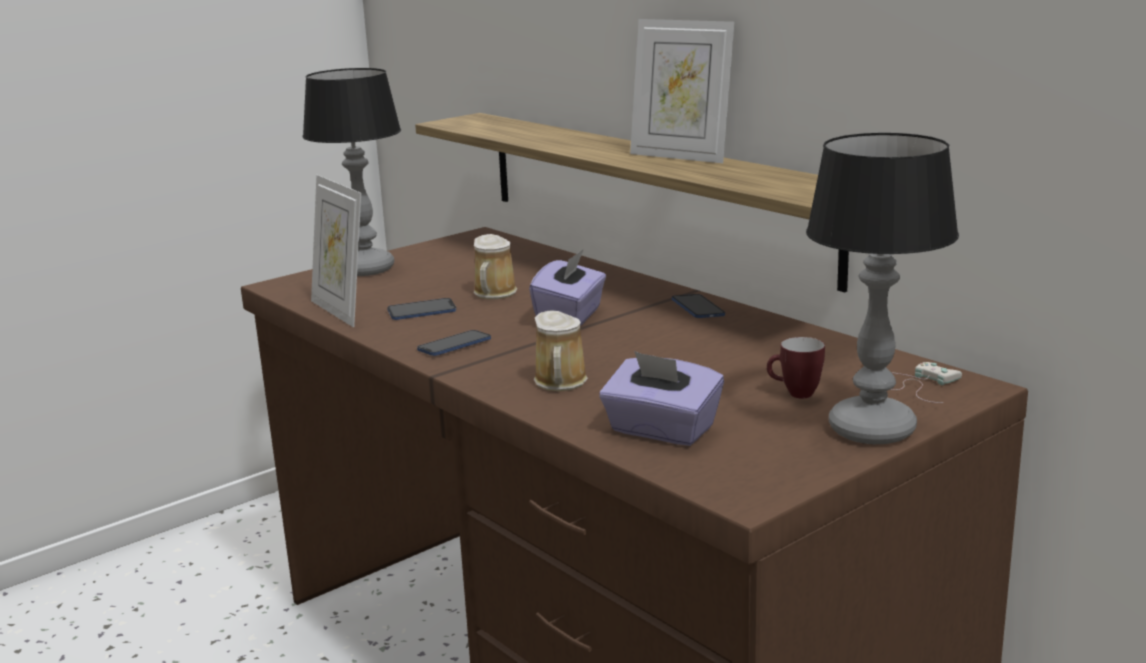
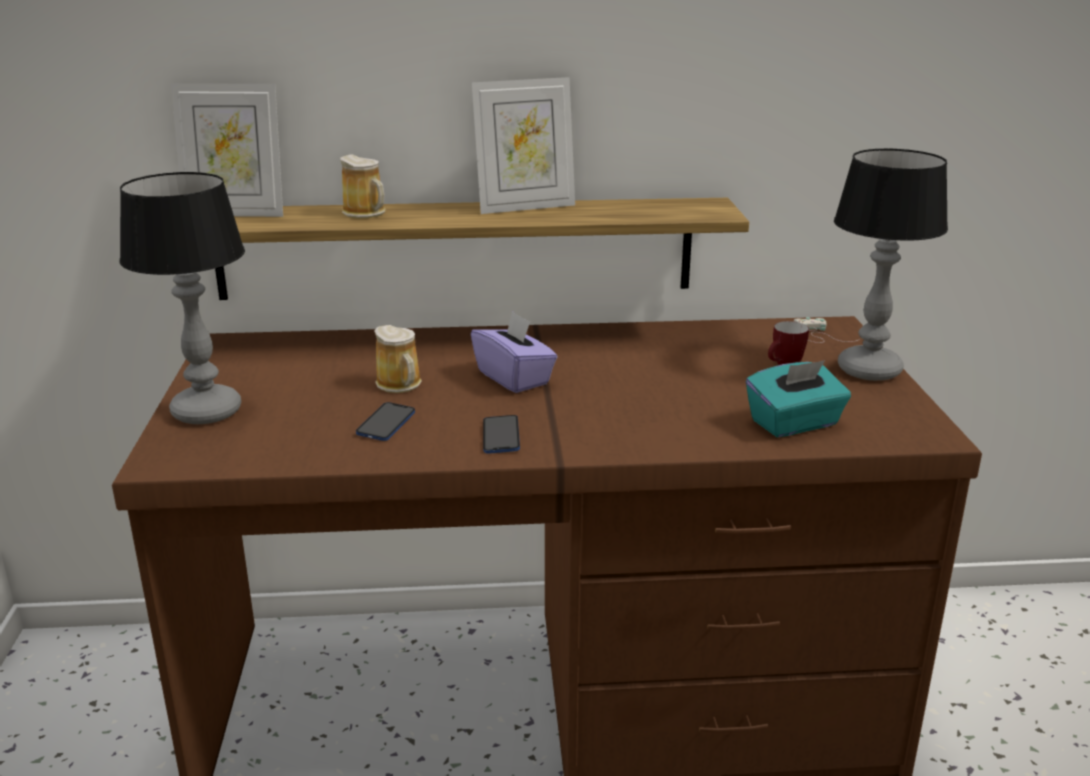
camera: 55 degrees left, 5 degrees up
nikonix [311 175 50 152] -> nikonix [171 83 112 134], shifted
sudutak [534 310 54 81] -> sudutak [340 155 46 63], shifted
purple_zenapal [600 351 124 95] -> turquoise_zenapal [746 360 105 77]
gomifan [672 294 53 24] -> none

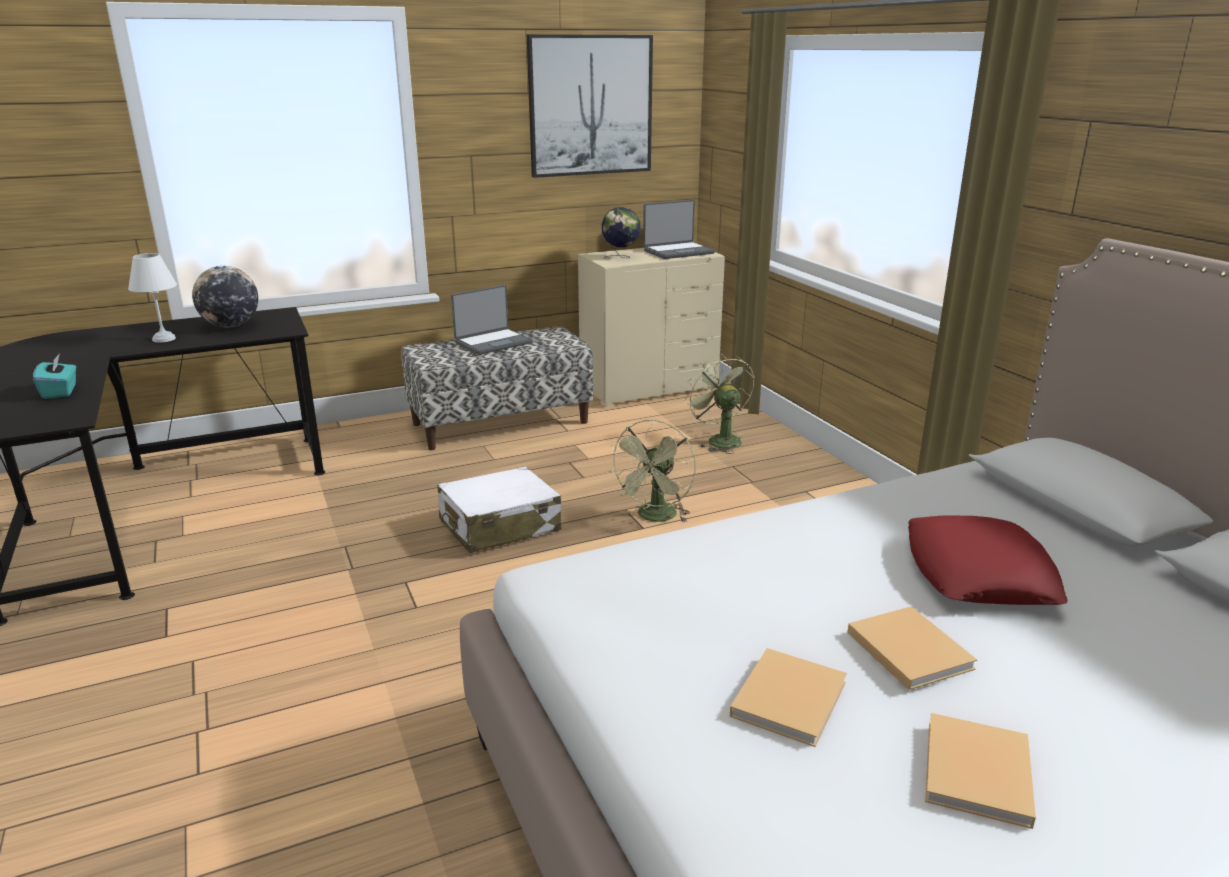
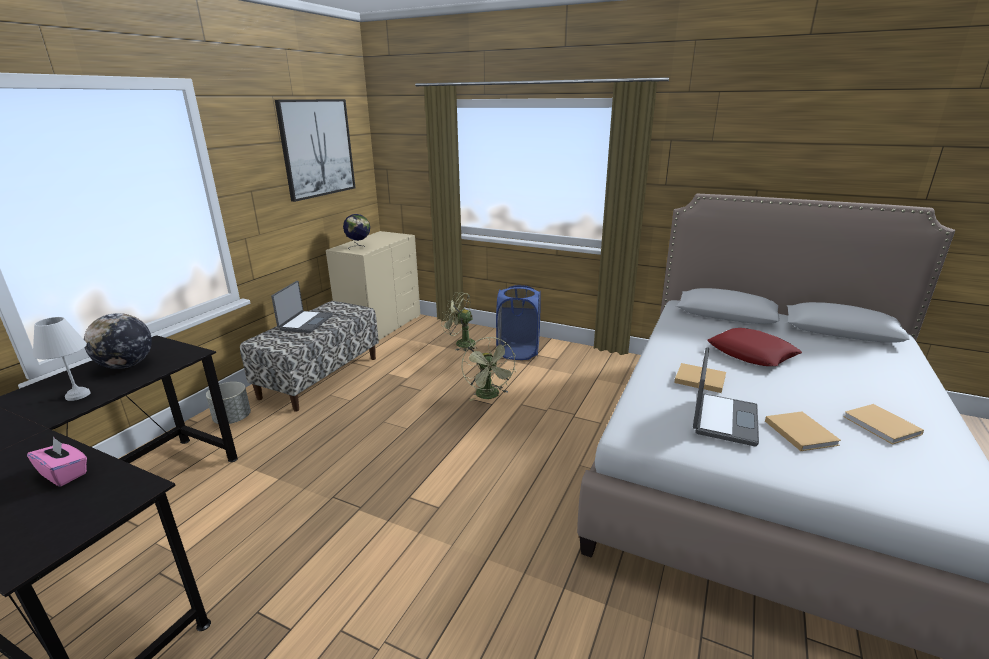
camera: 40 degrees left, 0 degrees up
turquoise_zenapal [33 353 43 46] -> pink_zenapal [27 436 60 50]
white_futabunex [437 466 124 87] -> none
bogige [643 200 72 59] -> bogige [693 348 66 98], shifted
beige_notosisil [847 606 130 84] -> beige_notosisil [674 363 52 30], shifted
none -> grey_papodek [206 382 45 42]
none -> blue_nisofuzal [496 285 45 75]

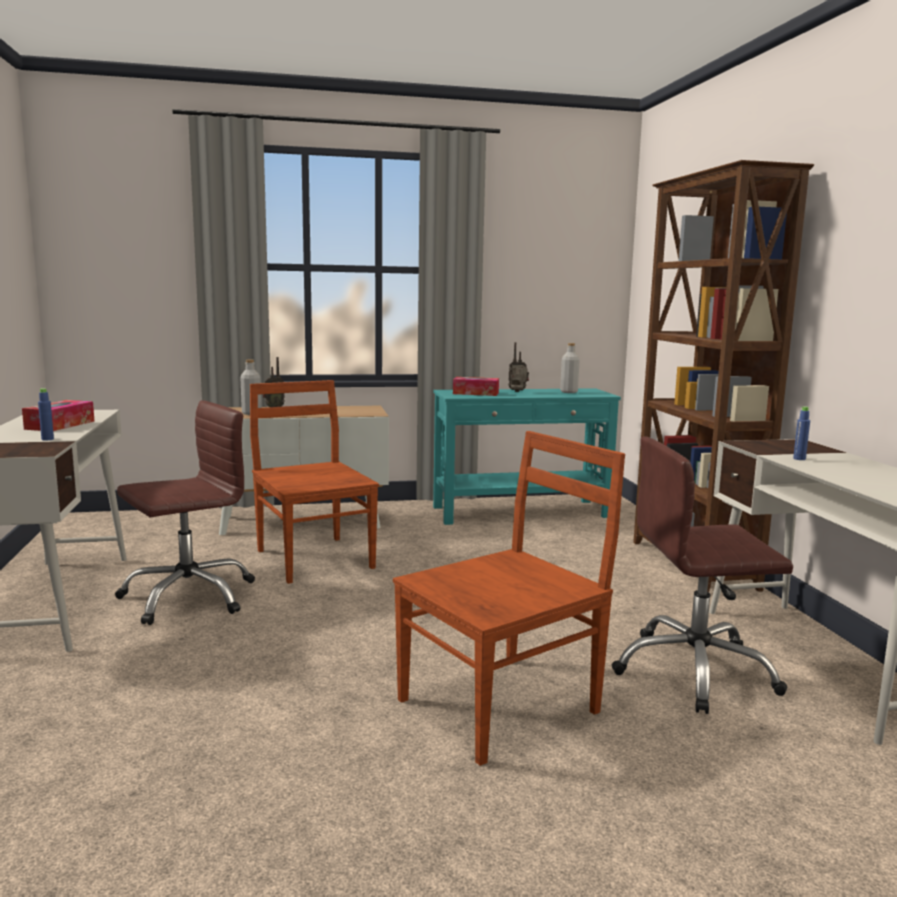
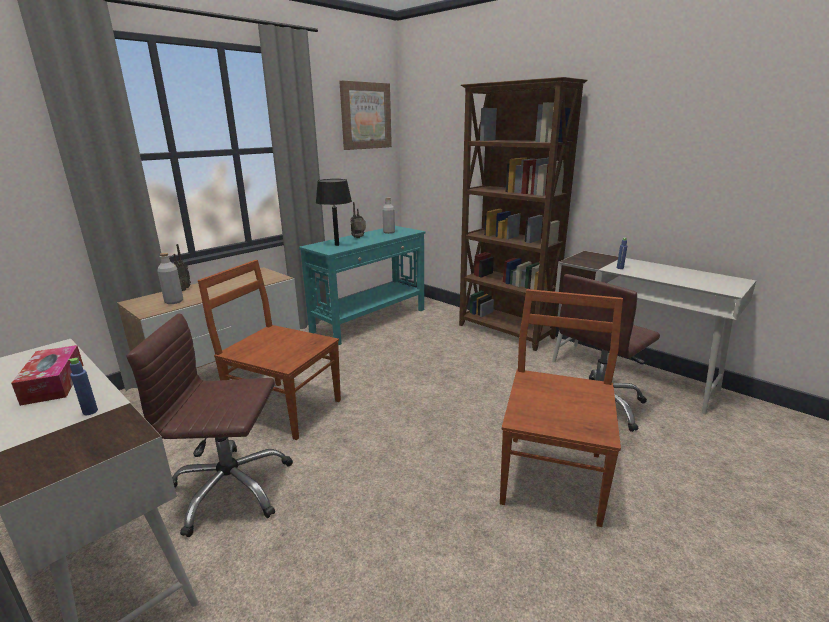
camera: 35 degrees left, 10 degrees up
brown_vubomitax [115 400 140 225] -> brown_vubomitax [127 314 166 223], 105 degrees counterclockwise
zenapal [453 377 46 19] -> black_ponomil [316 179 36 67]
none -> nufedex [339 80 53 70]

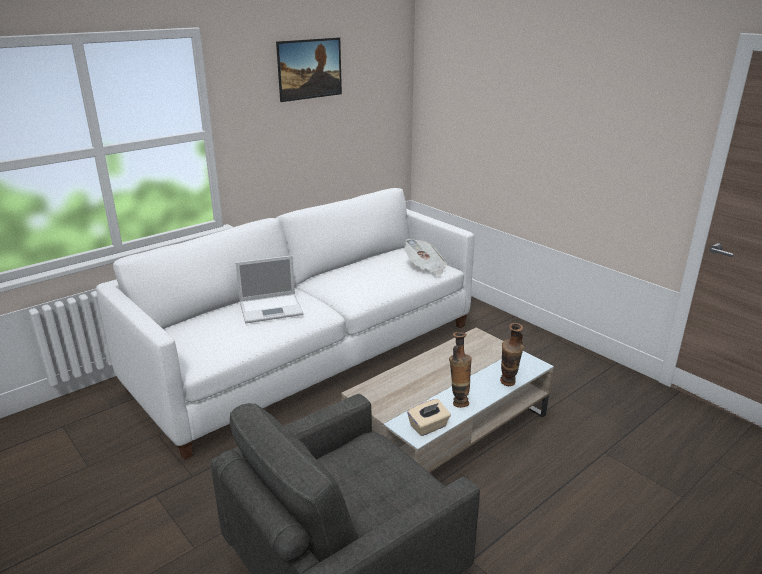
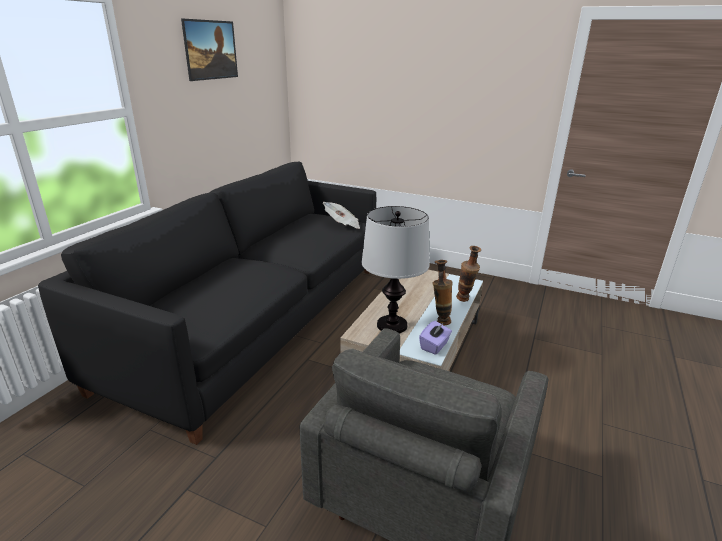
camera: 25 degrees left, 0 degrees up
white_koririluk [96 188 378 272] -> black_koririluk [38 161 338 284]
bogige [236 255 67 68] -> none
beige_zenapal [407 399 44 37] -> purple_zenapal [419 321 33 34]
none -> ponomil [361 206 69 127]

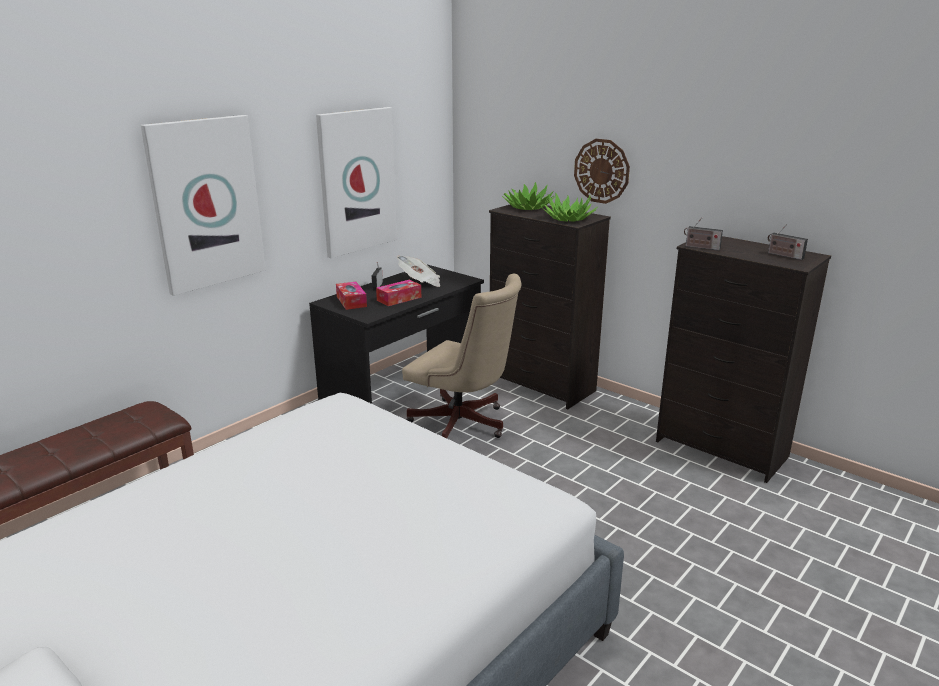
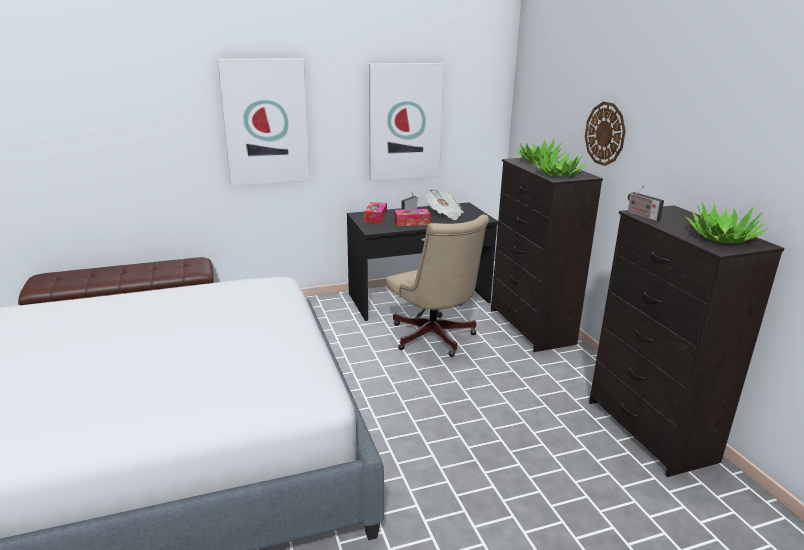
camera: 30 degrees right, 0 degrees up
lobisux [768 224 40 36] -> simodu [685 201 84 43]

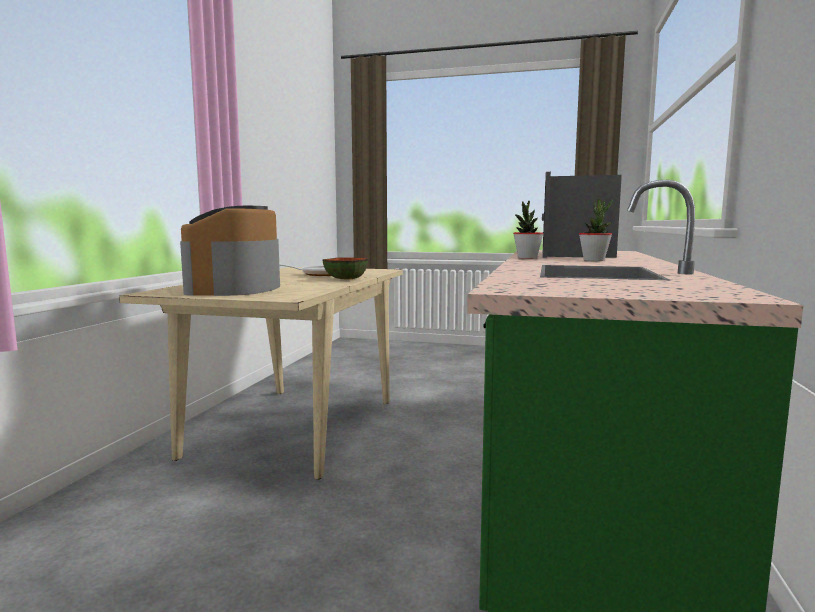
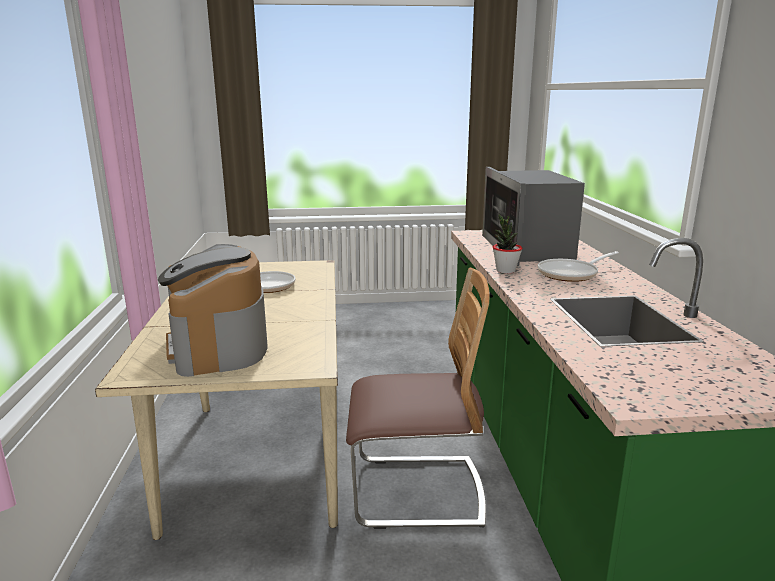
camera: 20 degrees left, 10 degrees up
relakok [323 257 45 22] -> none
simodu [579 199 34 62] -> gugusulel [538 251 81 31]
none -> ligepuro [346 268 144 261]

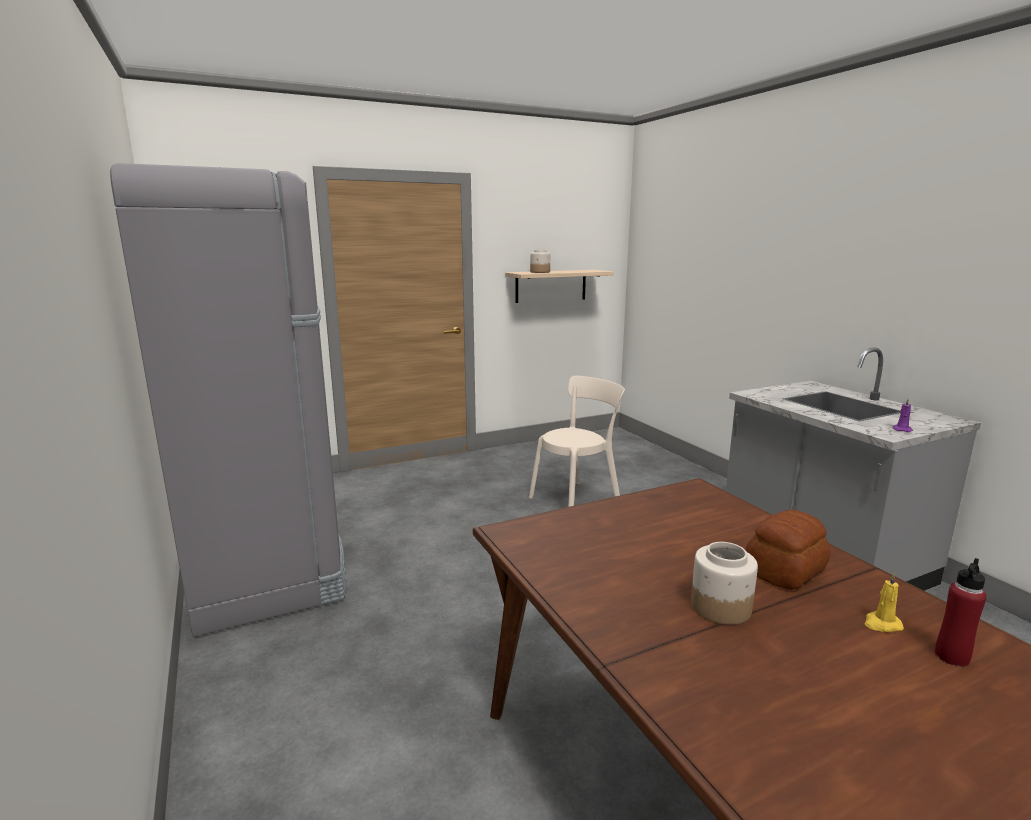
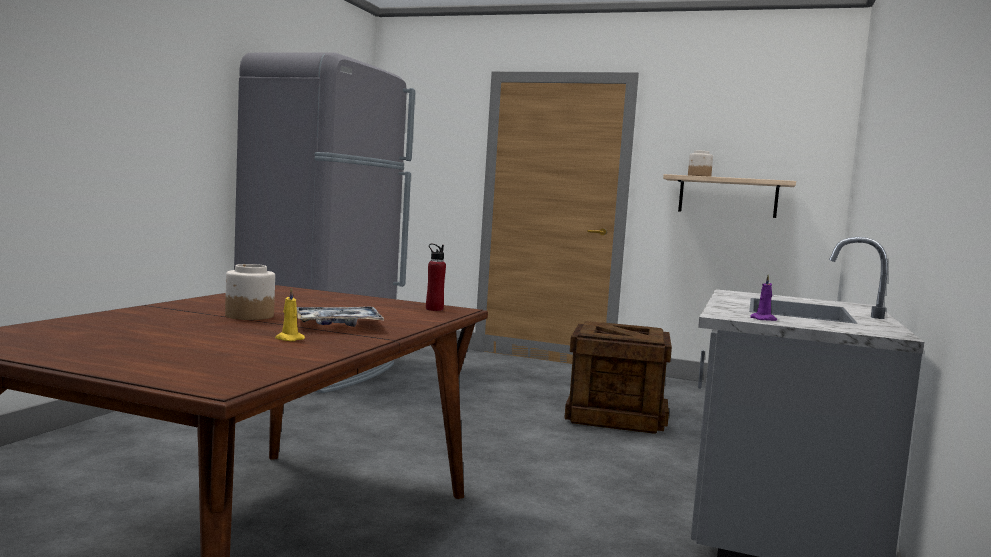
camera: 45 degrees right, 10 degrees down
beige_ligepuro [529 376 96 131] -> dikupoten [564 321 108 113]
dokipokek [746 510 85 80] -> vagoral [297 307 87 20]
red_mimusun [935 558 52 109] -> red_mimusun [426 244 20 67], shifted

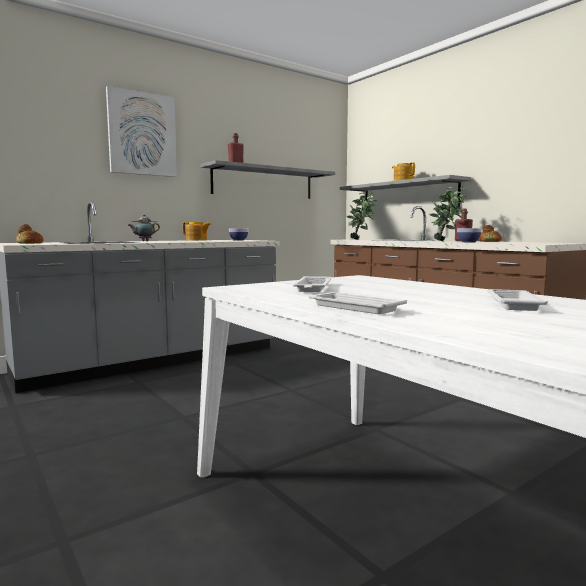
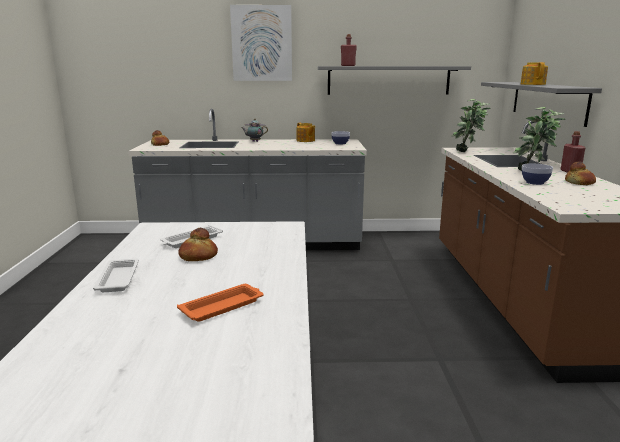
camera: 35 degrees right, 10 degrees up
white_vagoral [487 289 61 22] -> orange_vagoral [177 284 87 38]
none -> dokipokek [178 228 40 33]

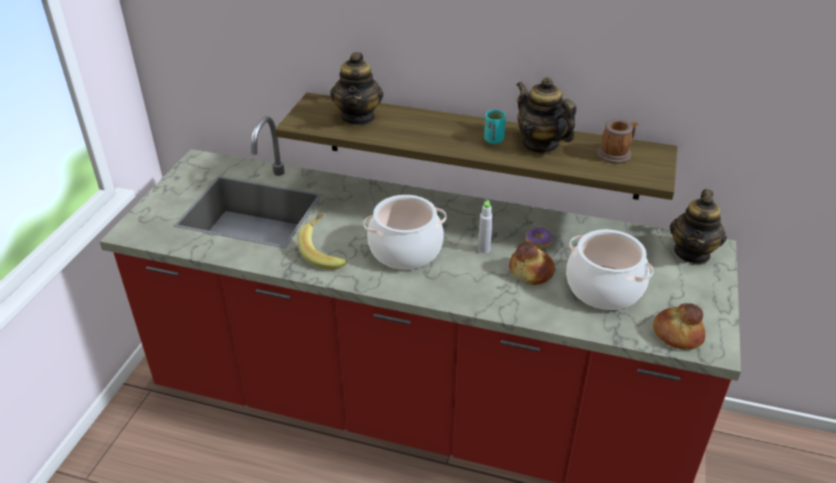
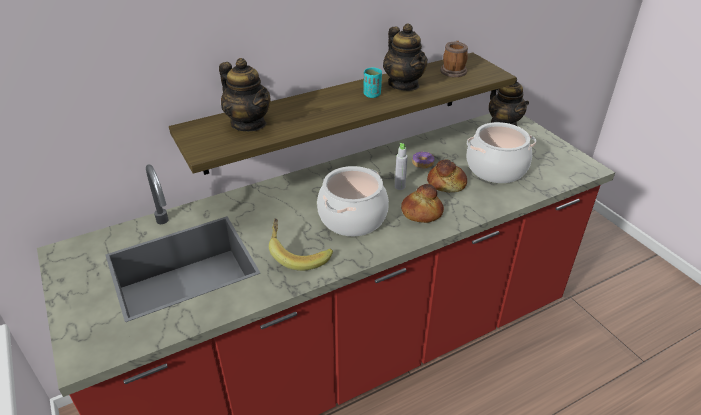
camera: 45 degrees left, 0 degrees up
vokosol [516 77 60 76] -> vokosol [383 23 45 68], 120 degrees counterclockwise
dokipokek [653 303 52 47] -> dokipokek [401 184 43 39], shifted

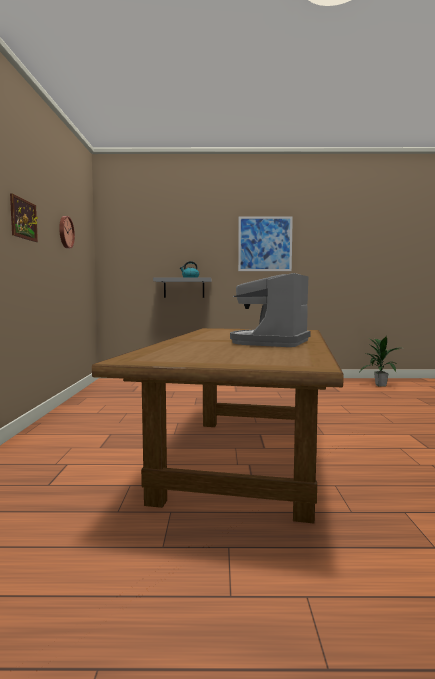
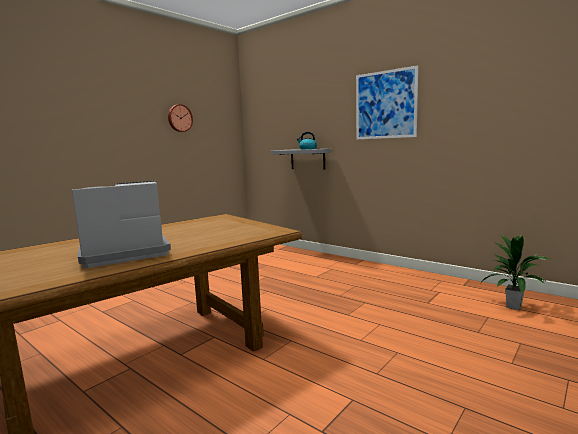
camera: 40 degrees right, 5 degrees up
nufedex [10 193 28 49] -> none

